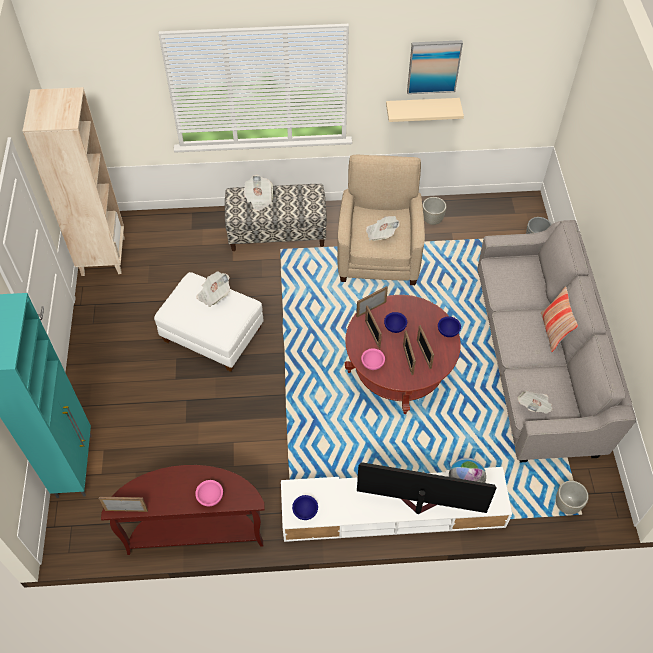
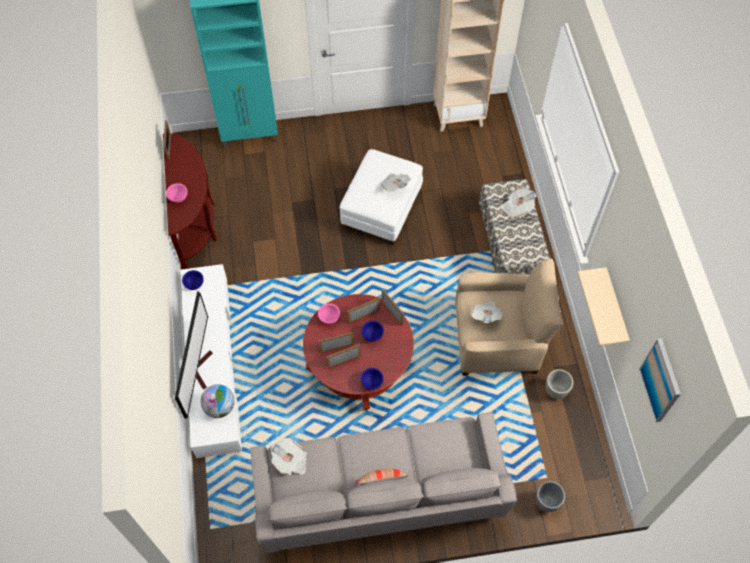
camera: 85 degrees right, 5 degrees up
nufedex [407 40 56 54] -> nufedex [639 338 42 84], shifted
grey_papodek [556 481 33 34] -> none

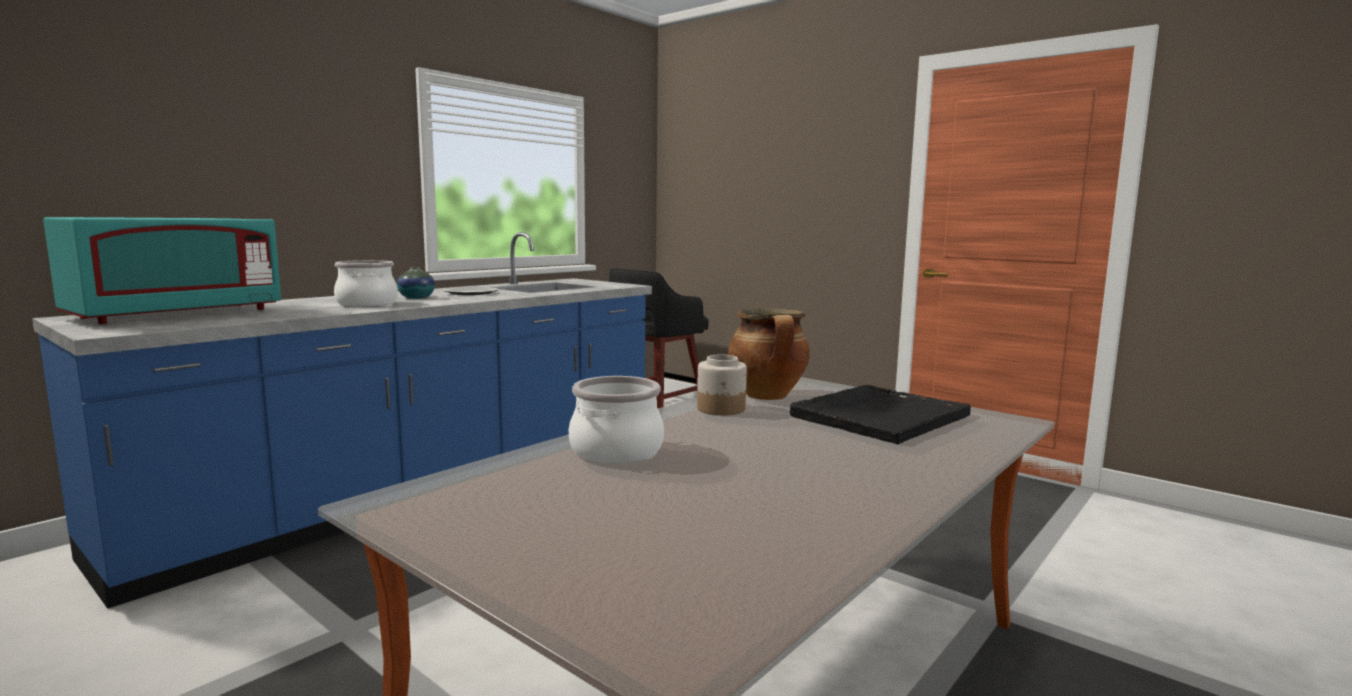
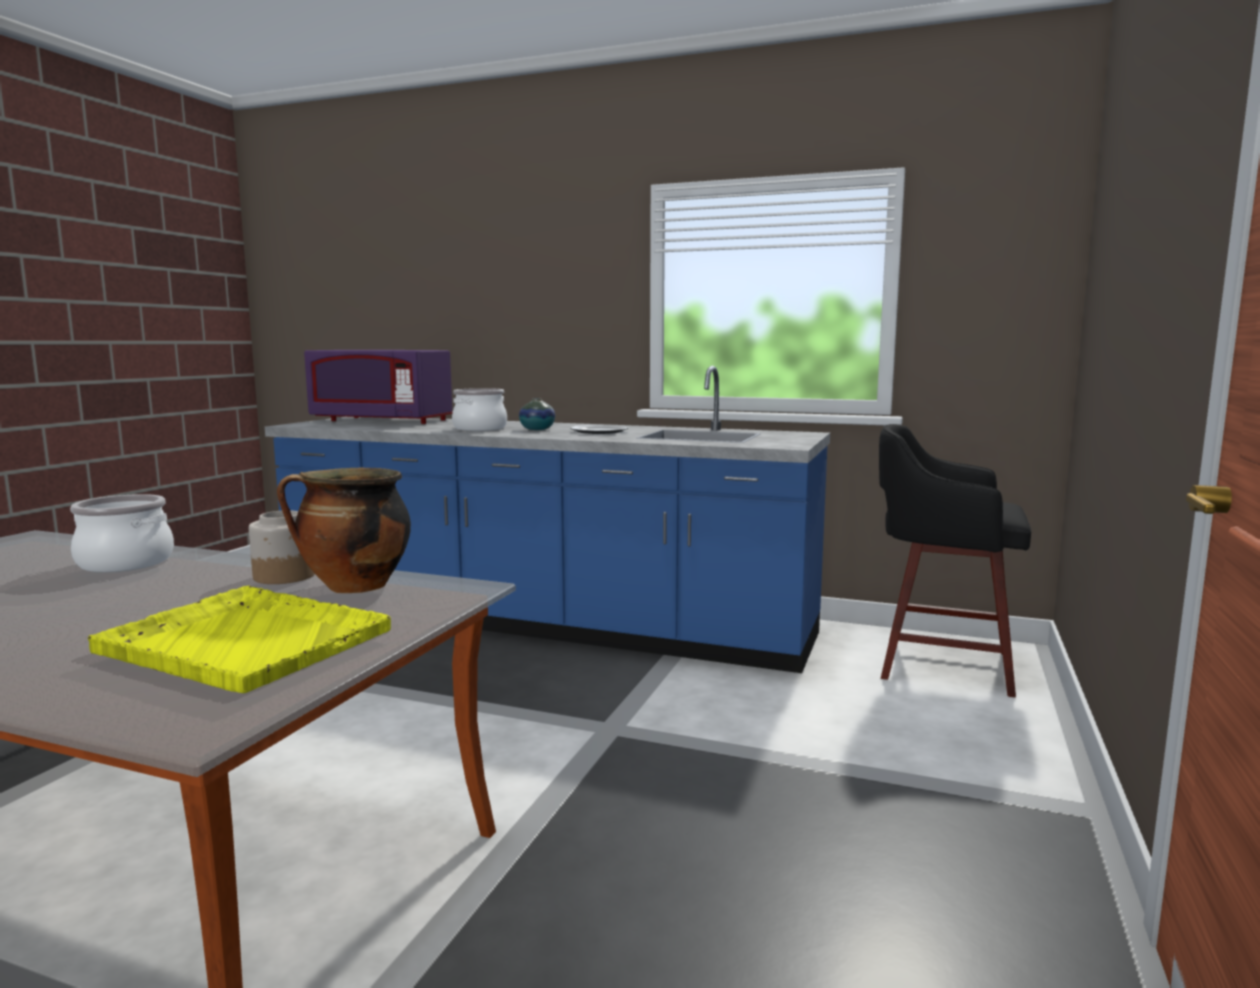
camera: 70 degrees right, 0 degrees up
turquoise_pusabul [43 217 238 107] -> purple_pusabul [304 350 148 74]
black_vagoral [790 385 181 59] -> yellow_vagoral [88 586 303 107]

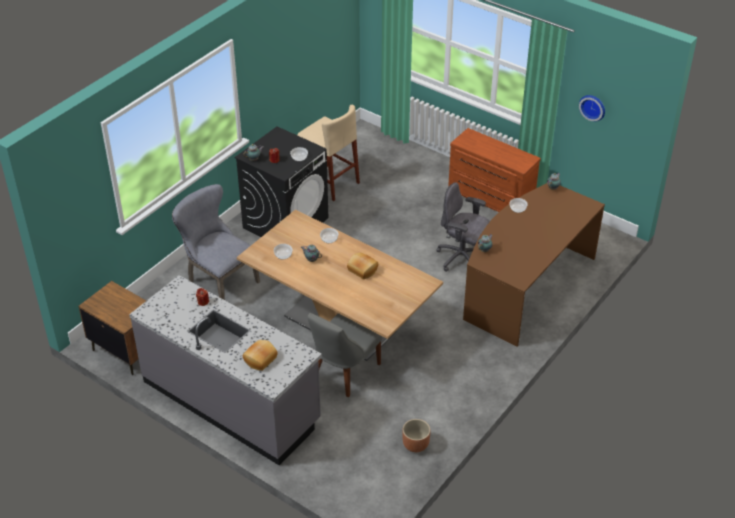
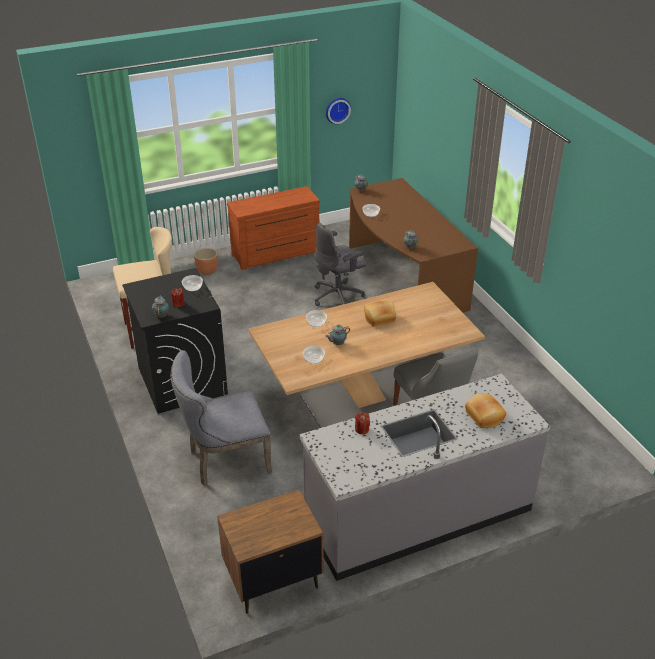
camera: 60 degrees left, 5 degrees down
brown_papodek [402 419 29 33] -> brown_papodek [194 248 24 27], shifted

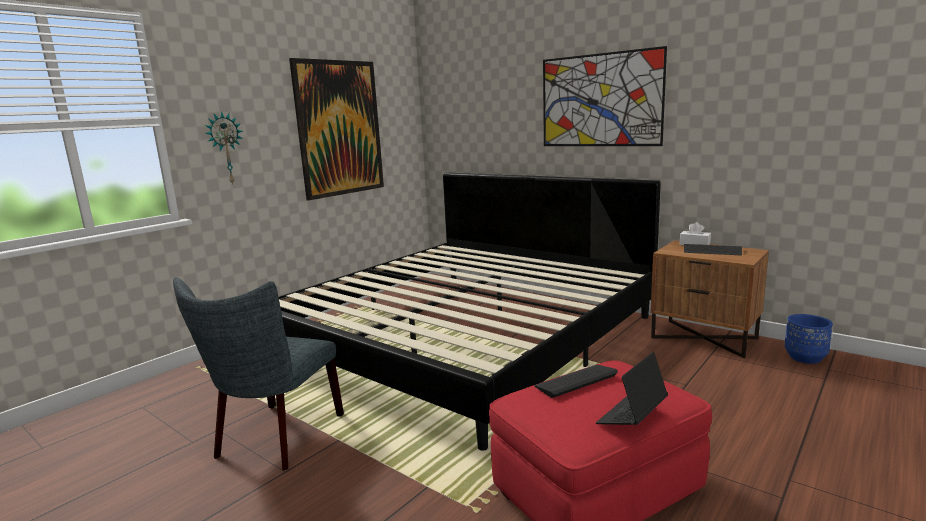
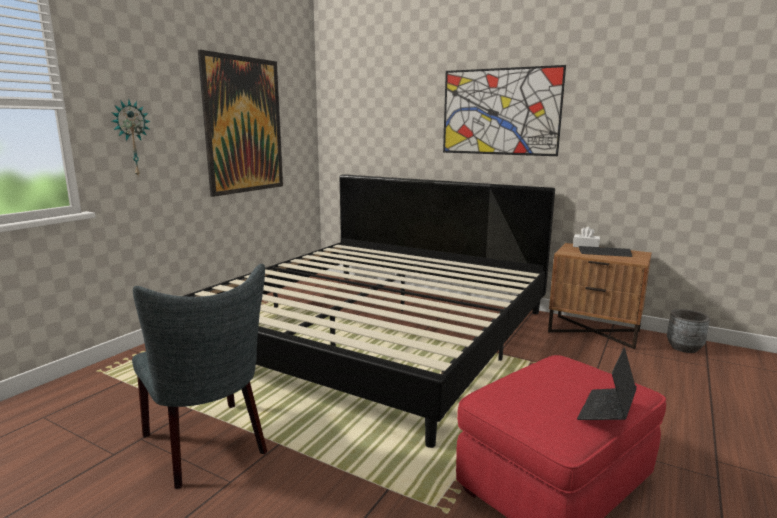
camera: 10 degrees left, 0 degrees up
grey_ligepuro [173 277 171 193] -> grey_ligepuro [132 264 135 225], 45 degrees counterclockwise
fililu [534 365 84 33] -> none
blue_papodek [785 314 48 50] -> grey_papodek [667 309 43 44]

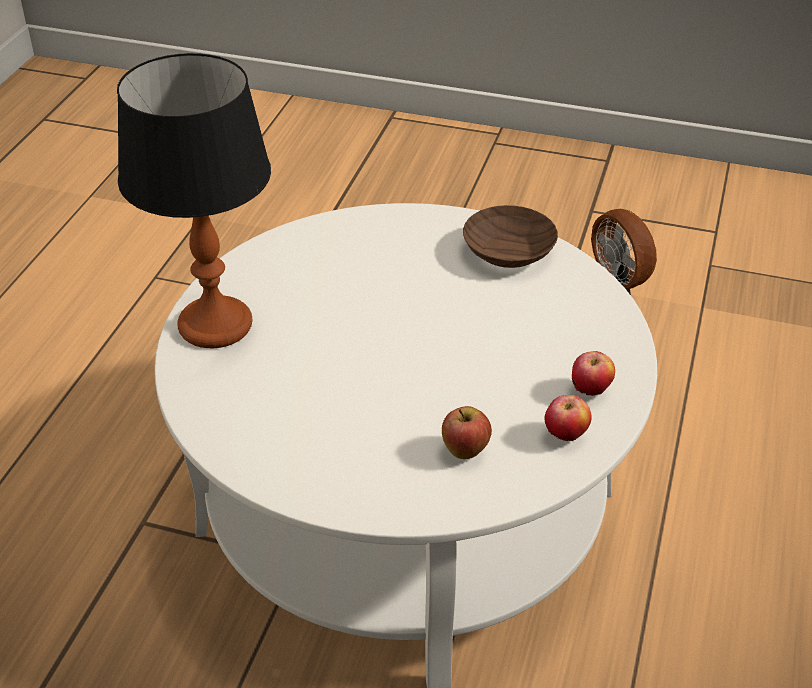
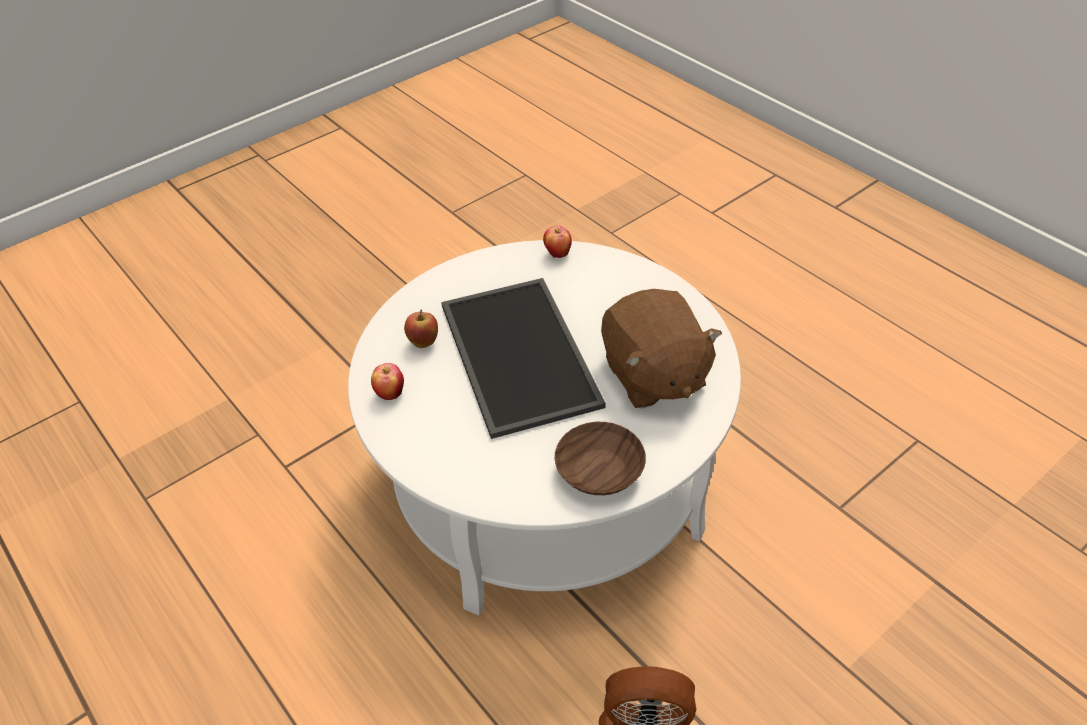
camera: 125 degrees right, 5 degrees up
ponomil [117 53 154 295] -> none
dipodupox [572 351 43 45] -> dipodupox [543 226 29 32], shifted
none -> vagoral [441 278 165 161]
none -> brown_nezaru [601 289 121 119]

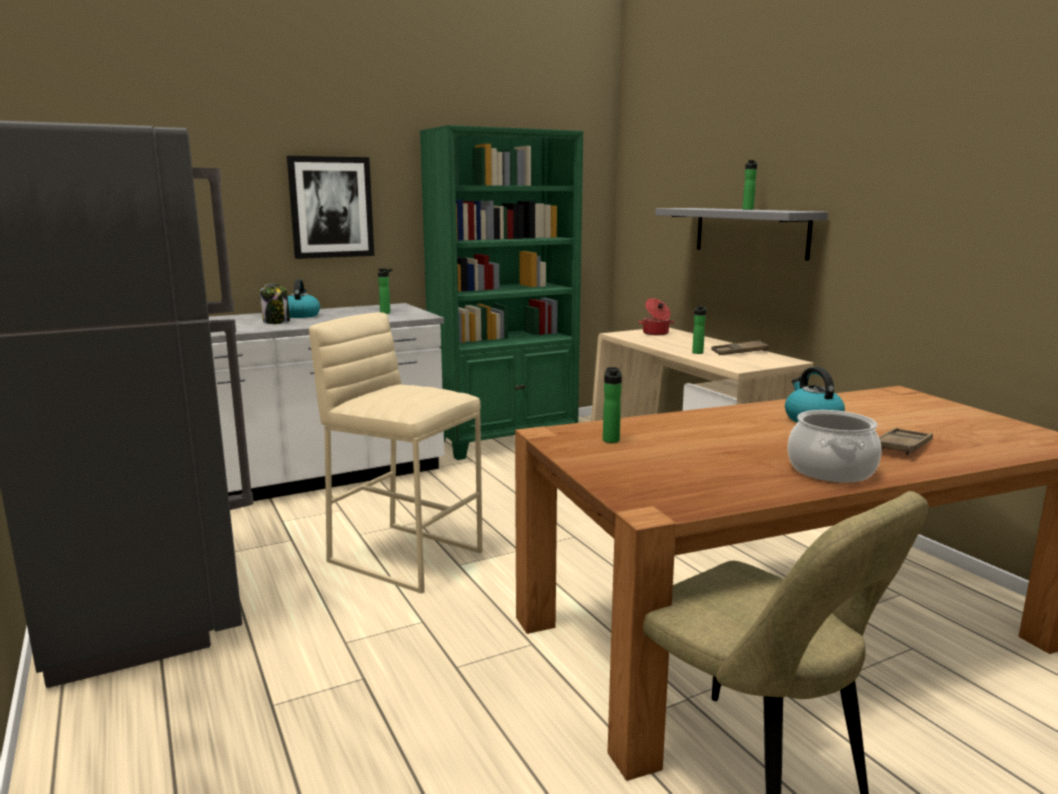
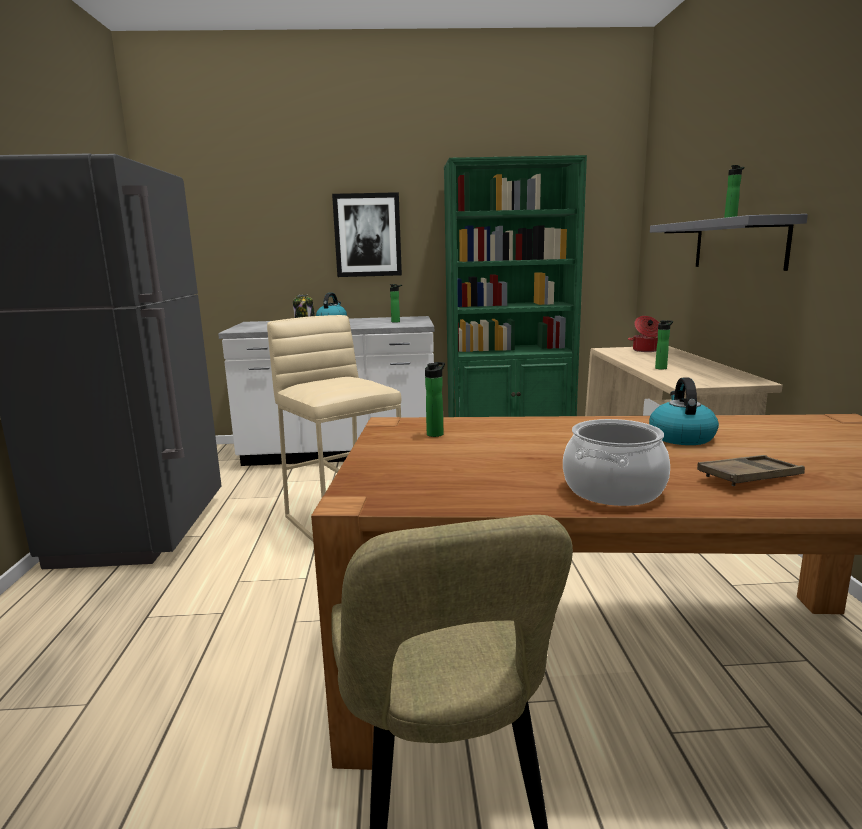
camera: 25 degrees right, 0 degrees up
brown_vagoral [711 340 59 15] -> none

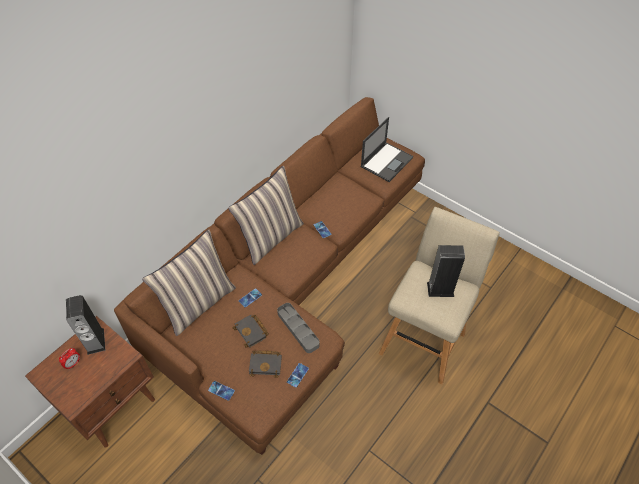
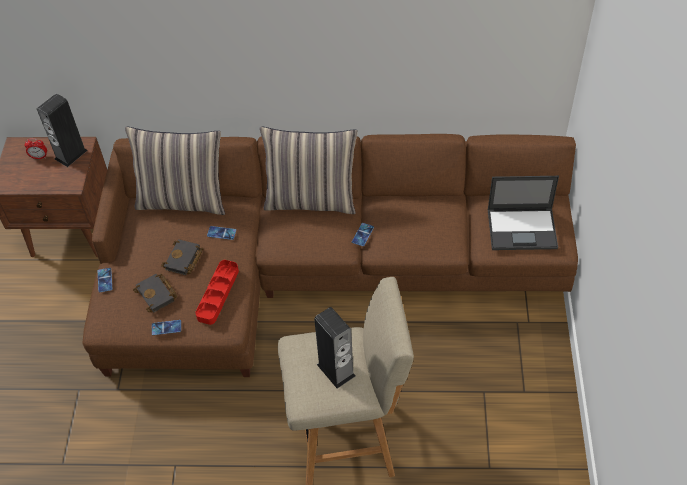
camera: 55 degrees right, 0 degrees up
grey_vagoral [277 303 43 50] -> red_vagoral [195 260 44 65]

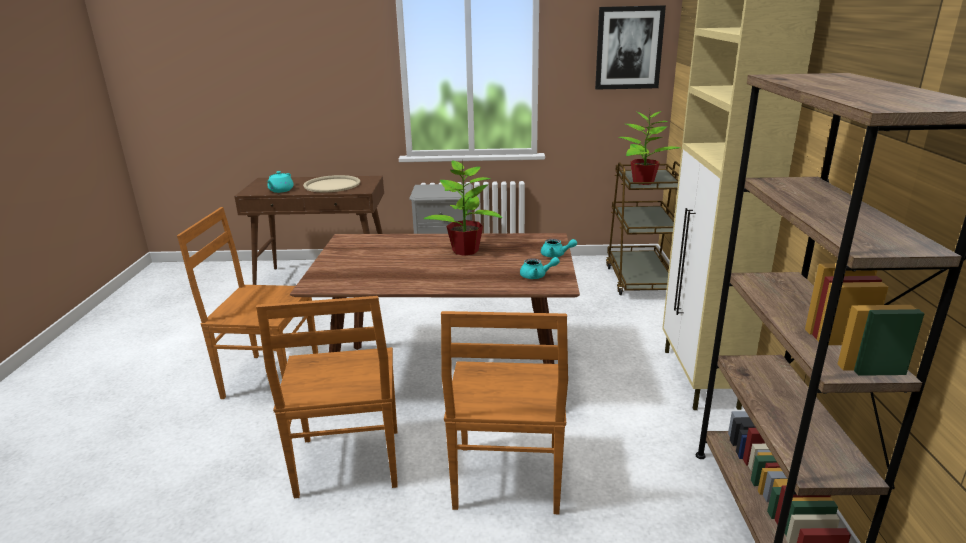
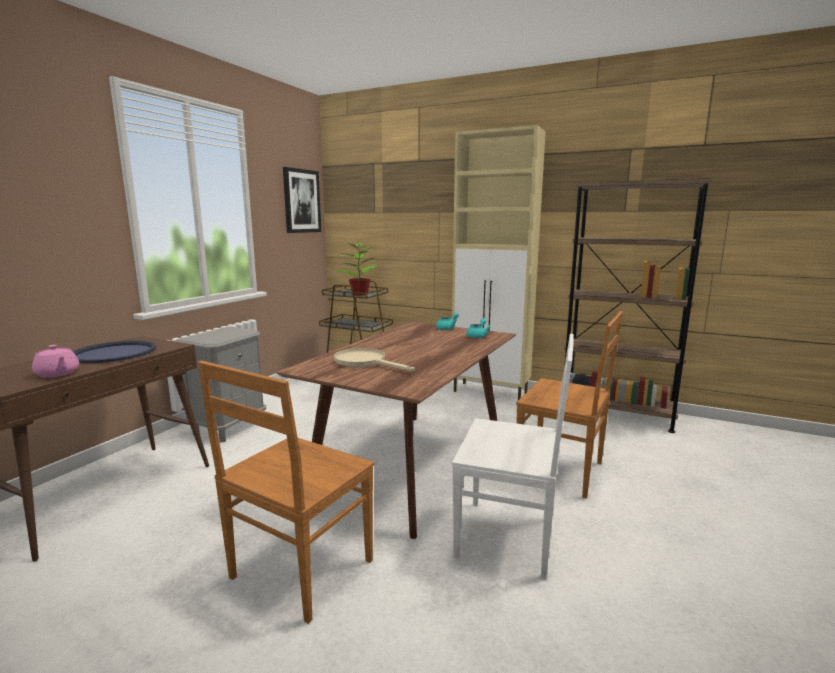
camera: 65 degrees left, 10 degrees down
brown_ligepuro [256 296 142 202] -> white_ligepuro [452 334 122 245]
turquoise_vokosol [267 171 27 22] -> pink_vokosol [32 345 47 33]
beige_vagoral [303 175 57 17] -> blue_vagoral [73 340 83 23]
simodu [424 160 78 96] -> none
none -> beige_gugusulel [334 348 81 24]

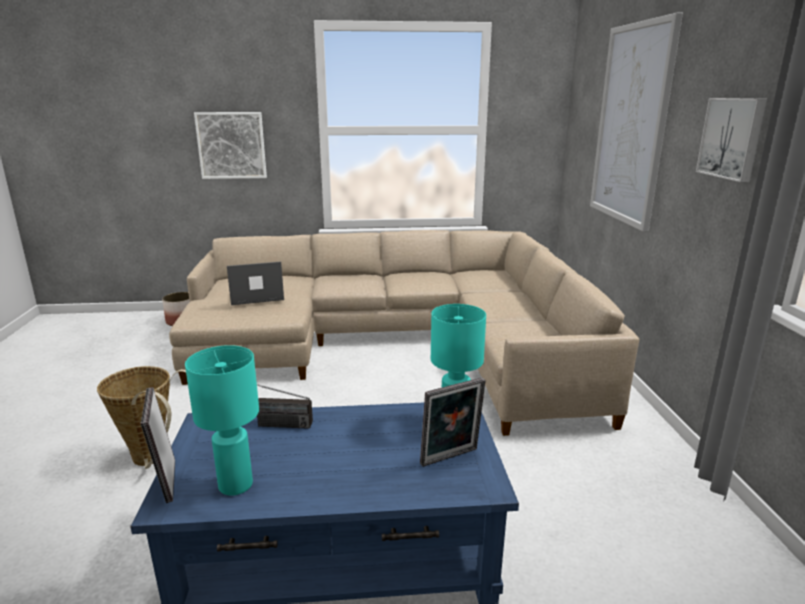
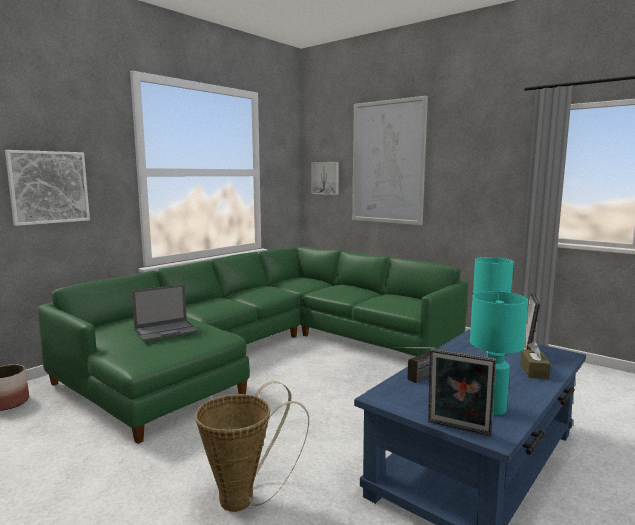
camera: 45 degrees left, 10 degrees down
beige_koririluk [169 230 471 206] -> green_koririluk [38 247 430 197]
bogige [227 262 57 43] -> bogige [132 284 66 57], 150 degrees counterclockwise
nufedex [696 98 71 84] -> nufedex [311 162 28 33], shifted
none -> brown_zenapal [520 341 31 38]

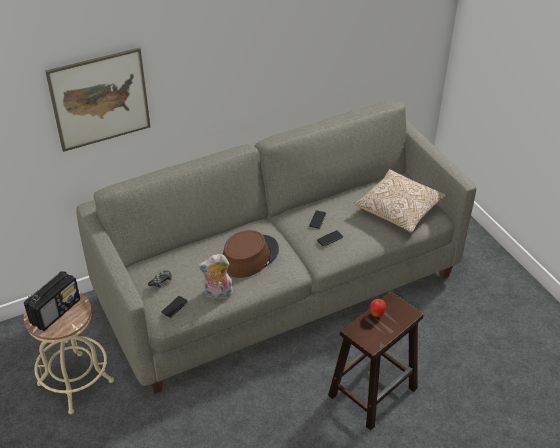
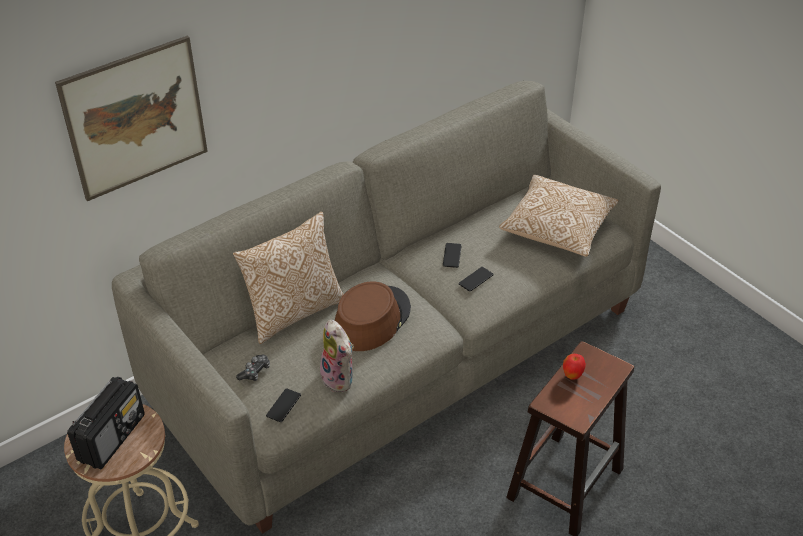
camera: 10 degrees left, 0 degrees up
nezaru [197 254 36 45] -> nezaru [320 320 34 72], 105 degrees counterclockwise
none -> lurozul [233 212 111 132]

